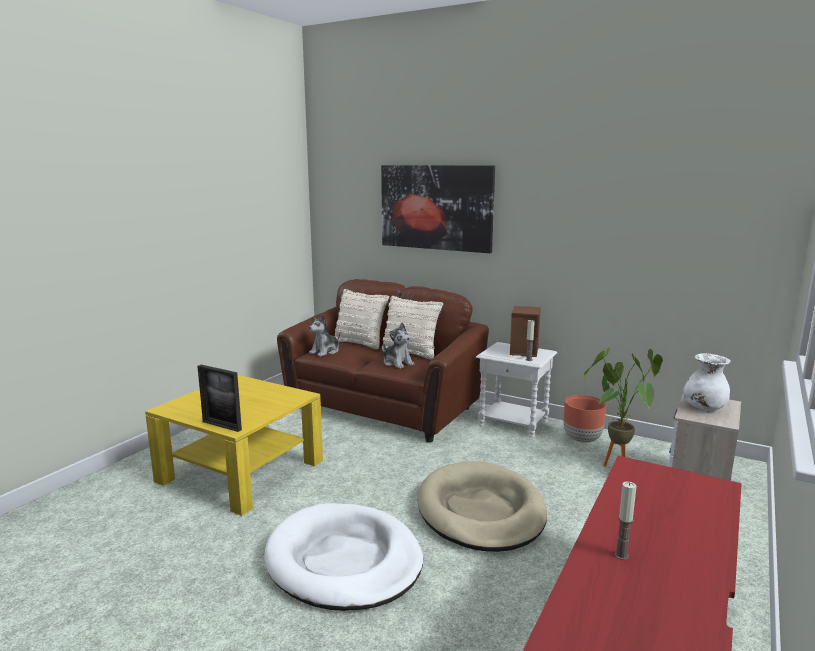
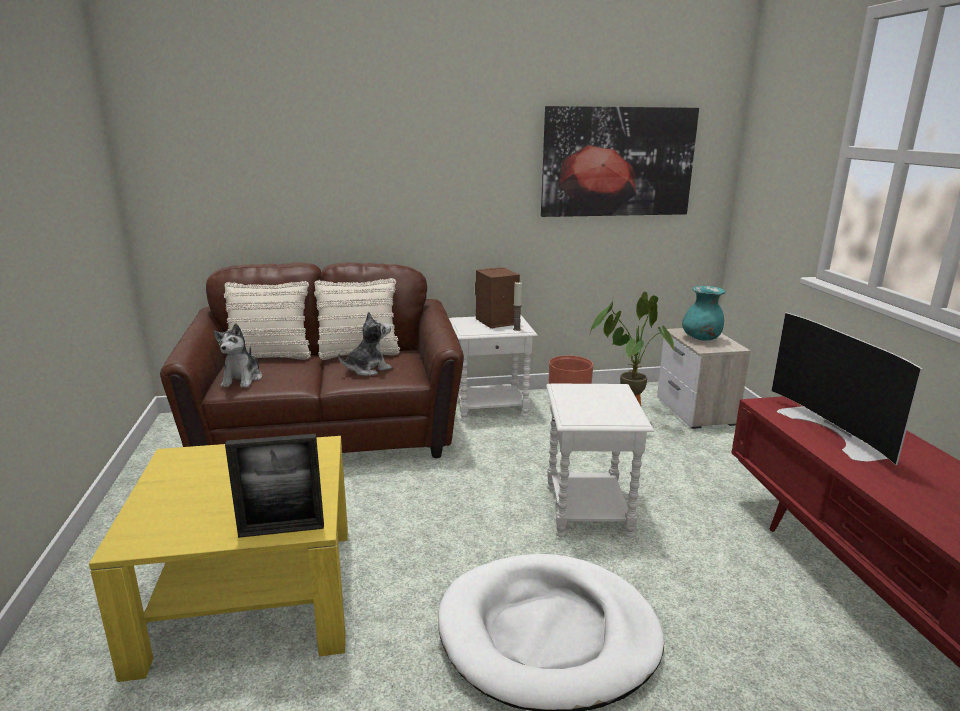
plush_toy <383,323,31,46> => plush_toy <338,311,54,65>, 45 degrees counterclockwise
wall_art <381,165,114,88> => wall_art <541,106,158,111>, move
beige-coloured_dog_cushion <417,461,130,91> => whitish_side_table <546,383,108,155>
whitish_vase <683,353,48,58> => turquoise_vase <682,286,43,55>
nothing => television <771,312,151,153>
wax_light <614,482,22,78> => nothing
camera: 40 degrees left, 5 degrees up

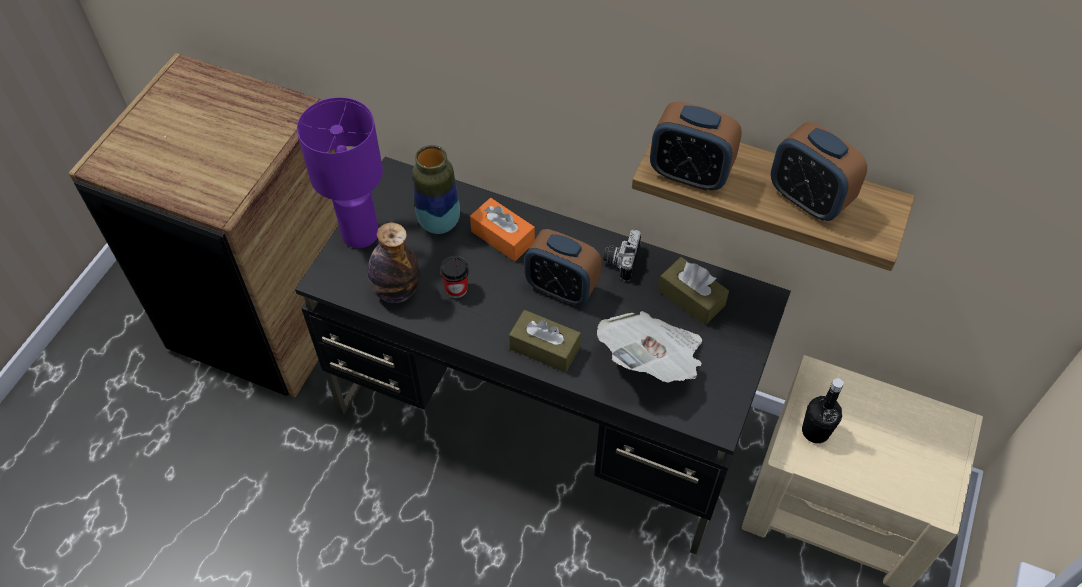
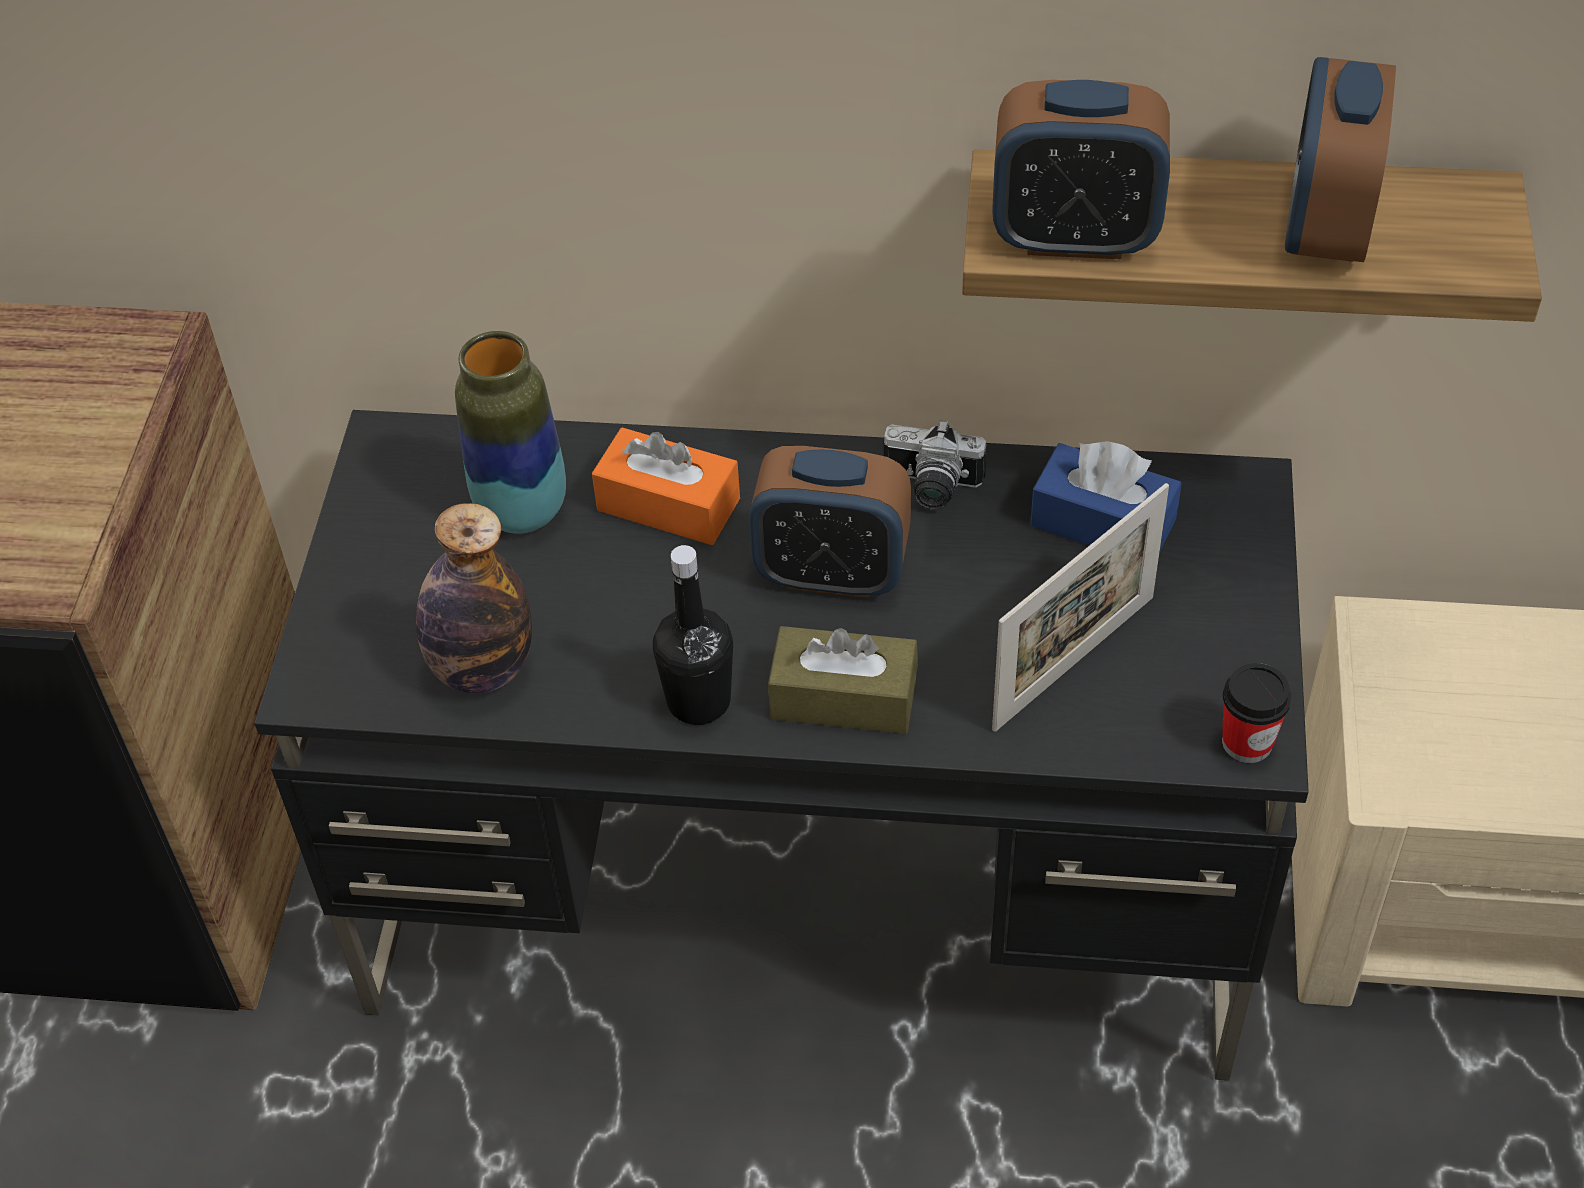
black-coloured_bottle <802,378,42,65> => black-coloured_bottle <653,545,80,180>, move
still_camera <603,229,38,52> => still_camera <884,420,103,90>, 75 degrees counterclockwise
printed_paper <597,311,105,72> => photo_frame <992,483,177,249>
brown_tissue_box <658,257,71,68> => blue-coloured_tissue_box <1030,441,152,110>
cup <440,256,29,42> => cup <1222,663,70,100>, move
alarm_clock <771,122,96,99> => alarm_clock <1285,57,111,205>, 75 degrees clockwise
purplish_table_lamp <297,97,86,151> => nothing
camera: 15 degrees left, 5 degrees down

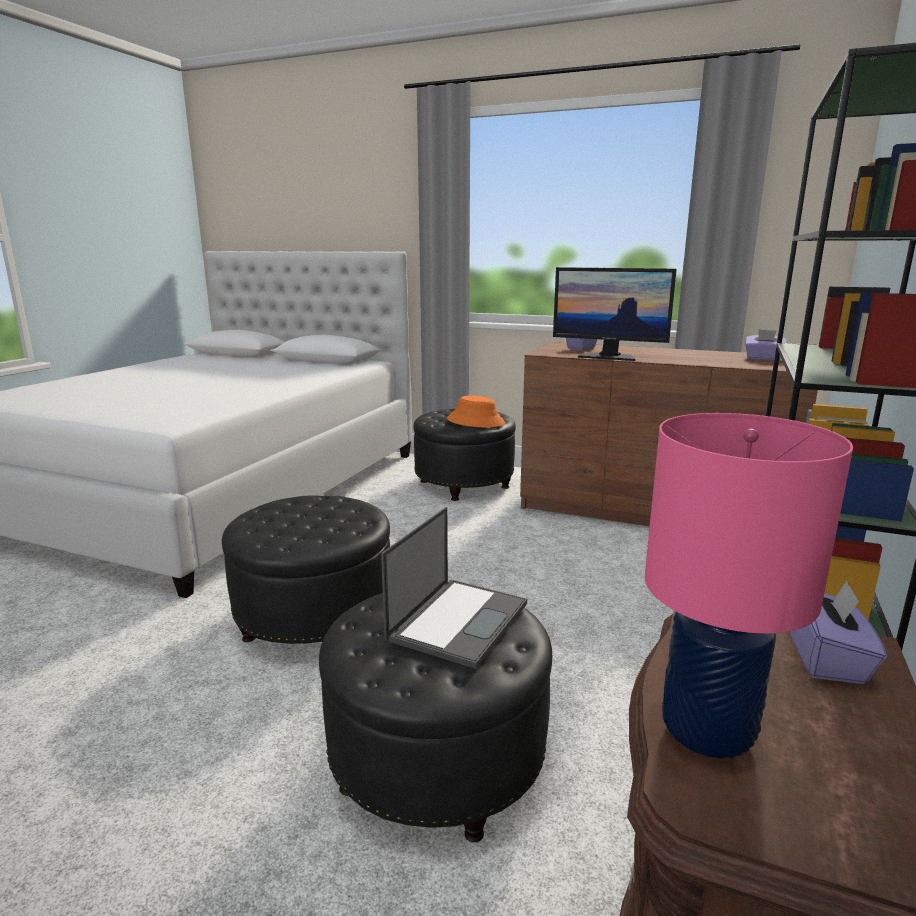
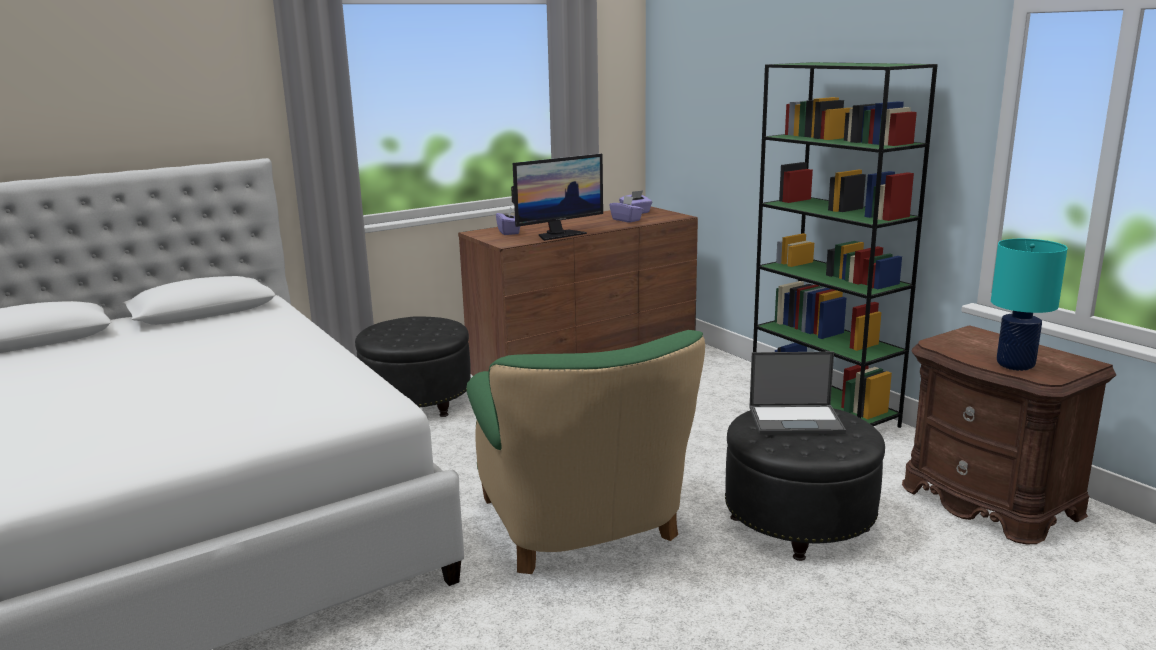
black-coloured_ottoman <222,496,168,148> => greenish_armchair <466,330,239,244>
purplish_tissue_box <789,581,98,103> => purplish_tissue_box <609,196,34,26>, move
laptop <381,507,146,162> => laptop <749,352,97,83>, 120 degrees clockwise
pinkish_table_lamp <645,413,208,346> => turquoise_table_lamp <991,239,77,132>
orangey_clothing_hat <447,395,58,32> => nothing
camera: 55 degrees left, 0 degrees up

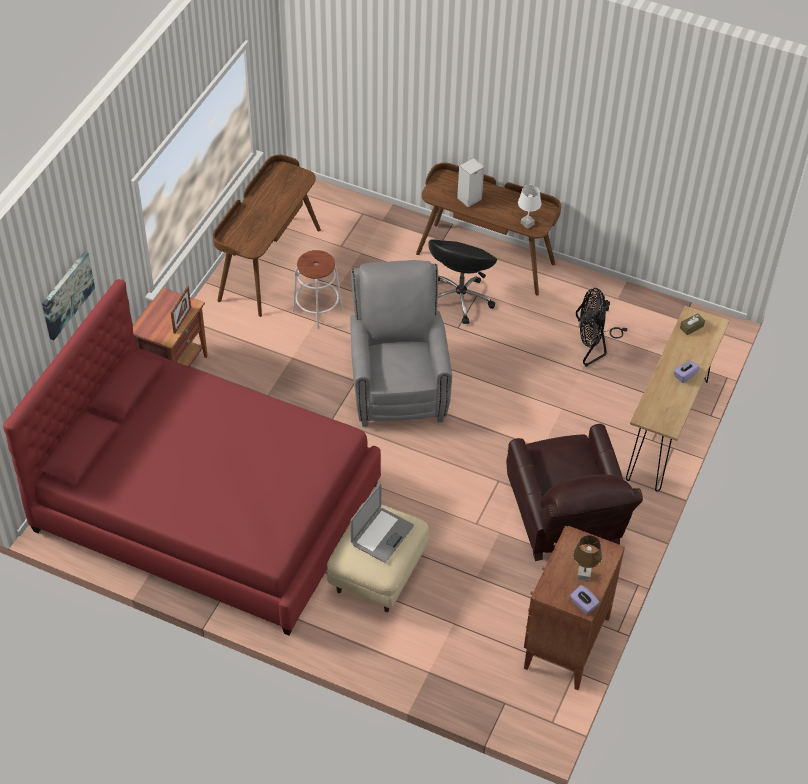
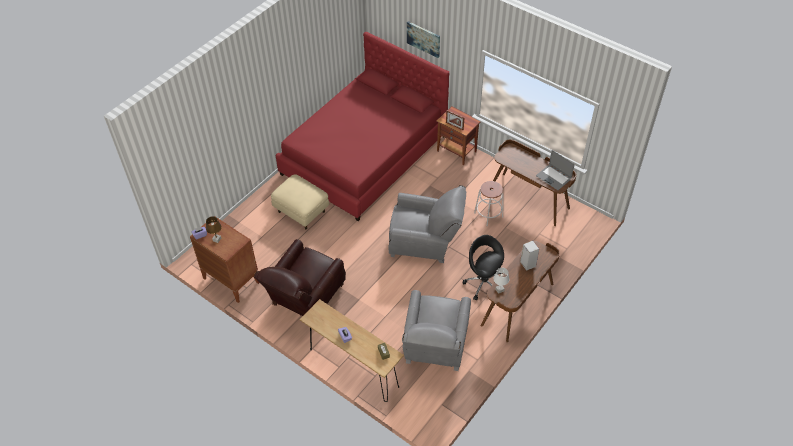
brown_armchair <506,424,137,137> => brown_armchair <254,239,92,77>, 60 degrees counterclockwise
black-coloured_fan <576,288,52,79> => grey_armchair <402,290,69,81>
laptop <350,484,64,78> => laptop <536,150,38,40>, move
camera: 105 degrees right, 0 degrees up

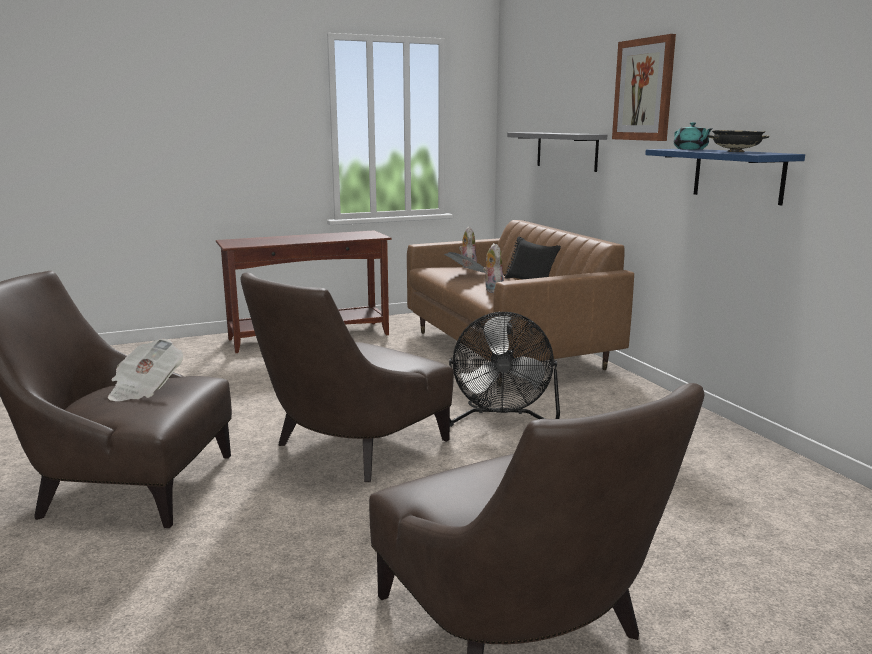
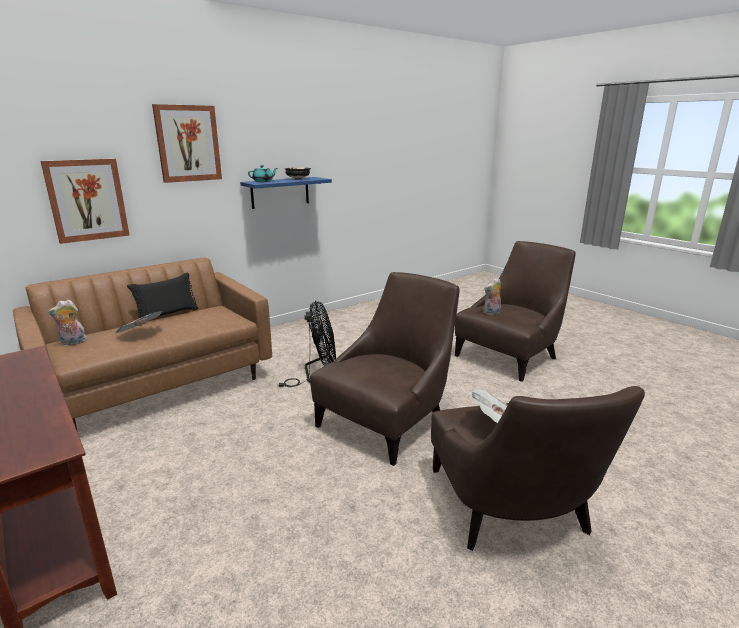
grey_bracket_shelf <507,132,100,40> => wall_art <40,159,89,85>
brown_armchair <240,272,214,210> => brown_armchair <310,272,149,194>, 75 degrees counterclockwise
plush_toy <483,243,21,50> => plush_toy <484,277,17,38>, move
camera: 105 degrees left, 5 degrees up

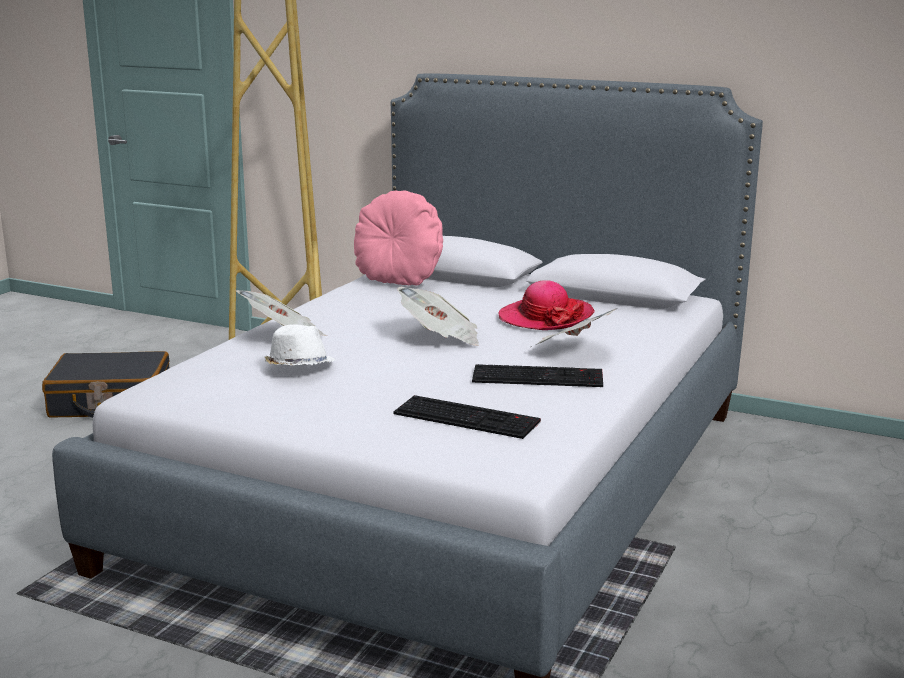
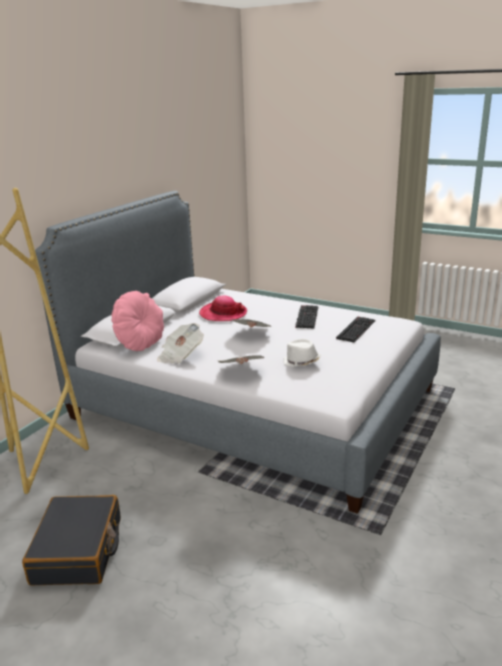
printed_paper <531,308,86,39> => printed_paper <157,323,47,41>, move
camera: 85 degrees left, 5 degrees up

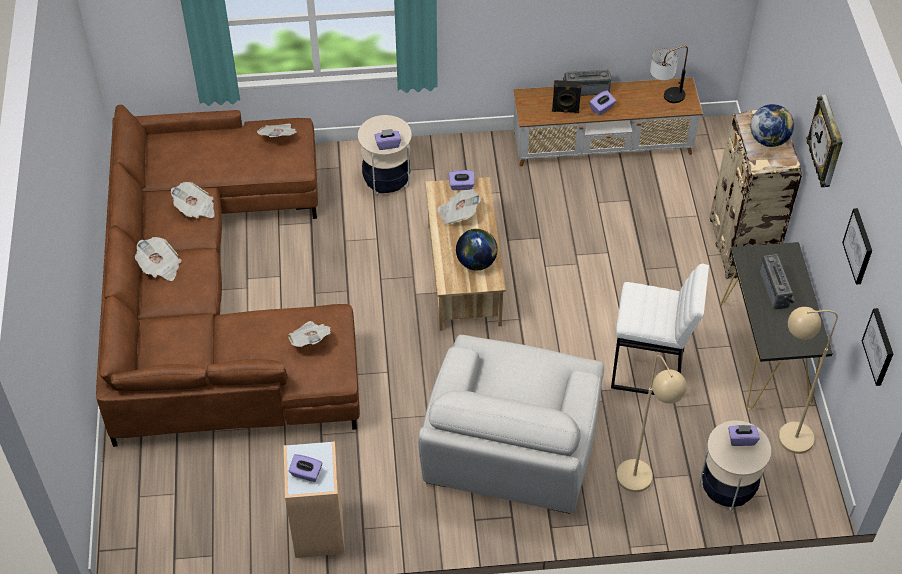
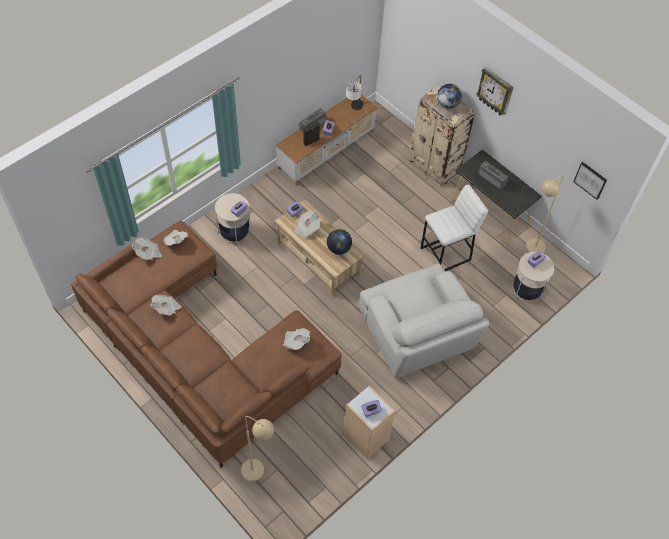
printed_paper <135,237,47,44> => printed_paper <132,237,30,23>, move
beige-coloured_standard_lamp <616,355,71,137> => beige-coloured_standard_lamp <241,416,33,66>, move
wall_art <842,208,30,77> => nothing
camera: 40 degrees left, 5 degrees up

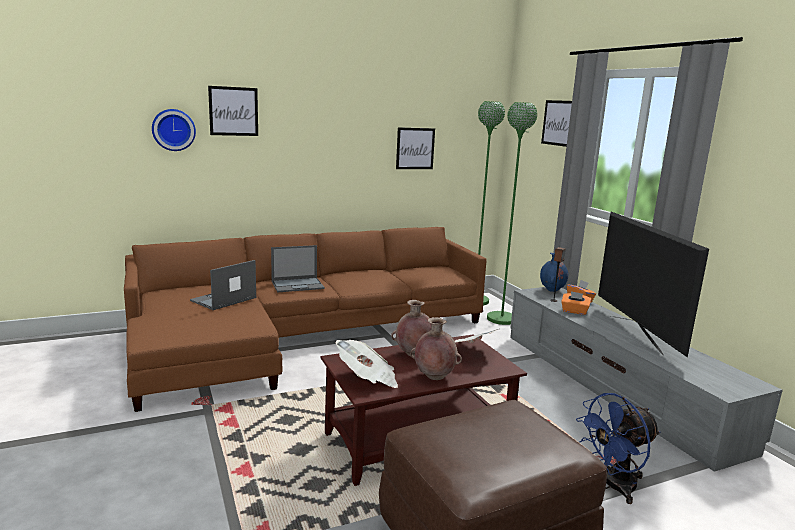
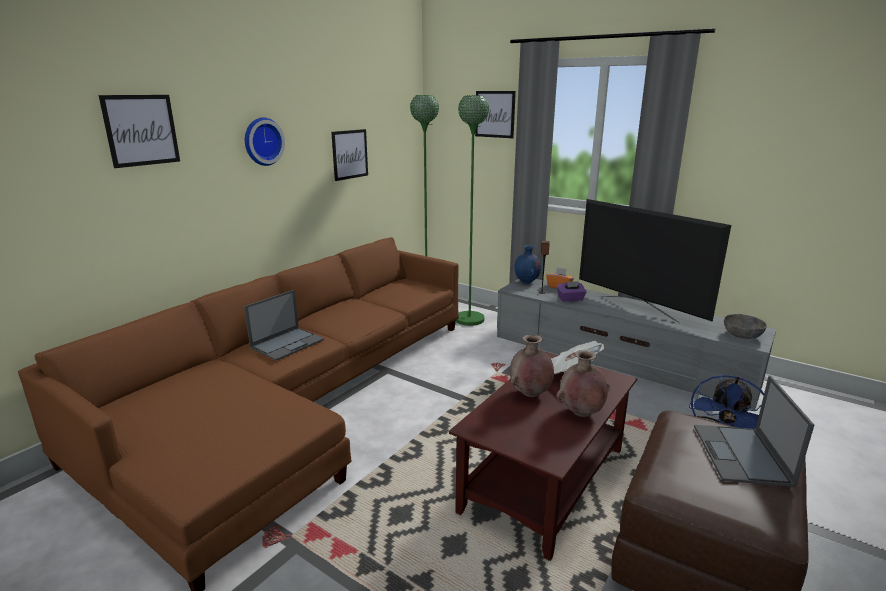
hanging_clock <152,109,44,42> => hanging_clock <245,117,40,49>, move
orangey_tissue_box <561,291,30,24> => purplish_tissue_box <557,281,30,21>
laptop <190,260,66,50> => laptop <694,376,120,111>, move
nothing => grey_bowl <724,314,43,25>
printed_paper <336,340,62,48> => nothing
camera: 30 degrees left, 5 degrees up

